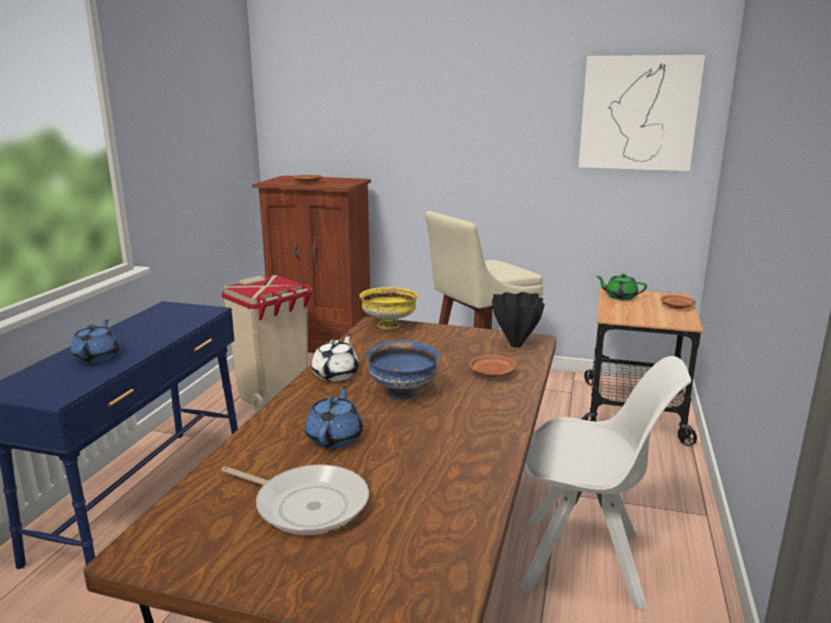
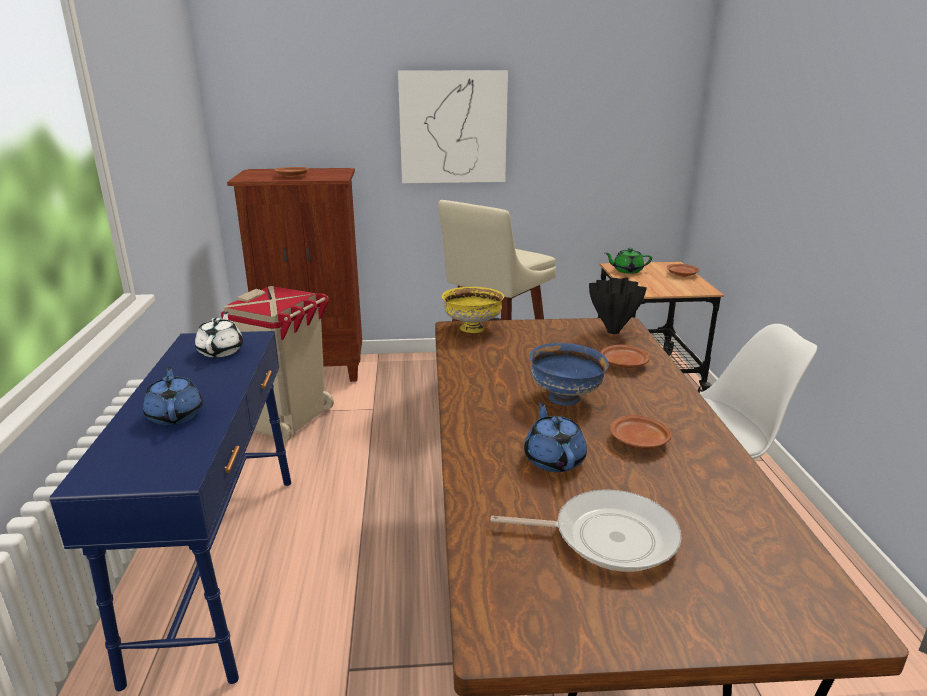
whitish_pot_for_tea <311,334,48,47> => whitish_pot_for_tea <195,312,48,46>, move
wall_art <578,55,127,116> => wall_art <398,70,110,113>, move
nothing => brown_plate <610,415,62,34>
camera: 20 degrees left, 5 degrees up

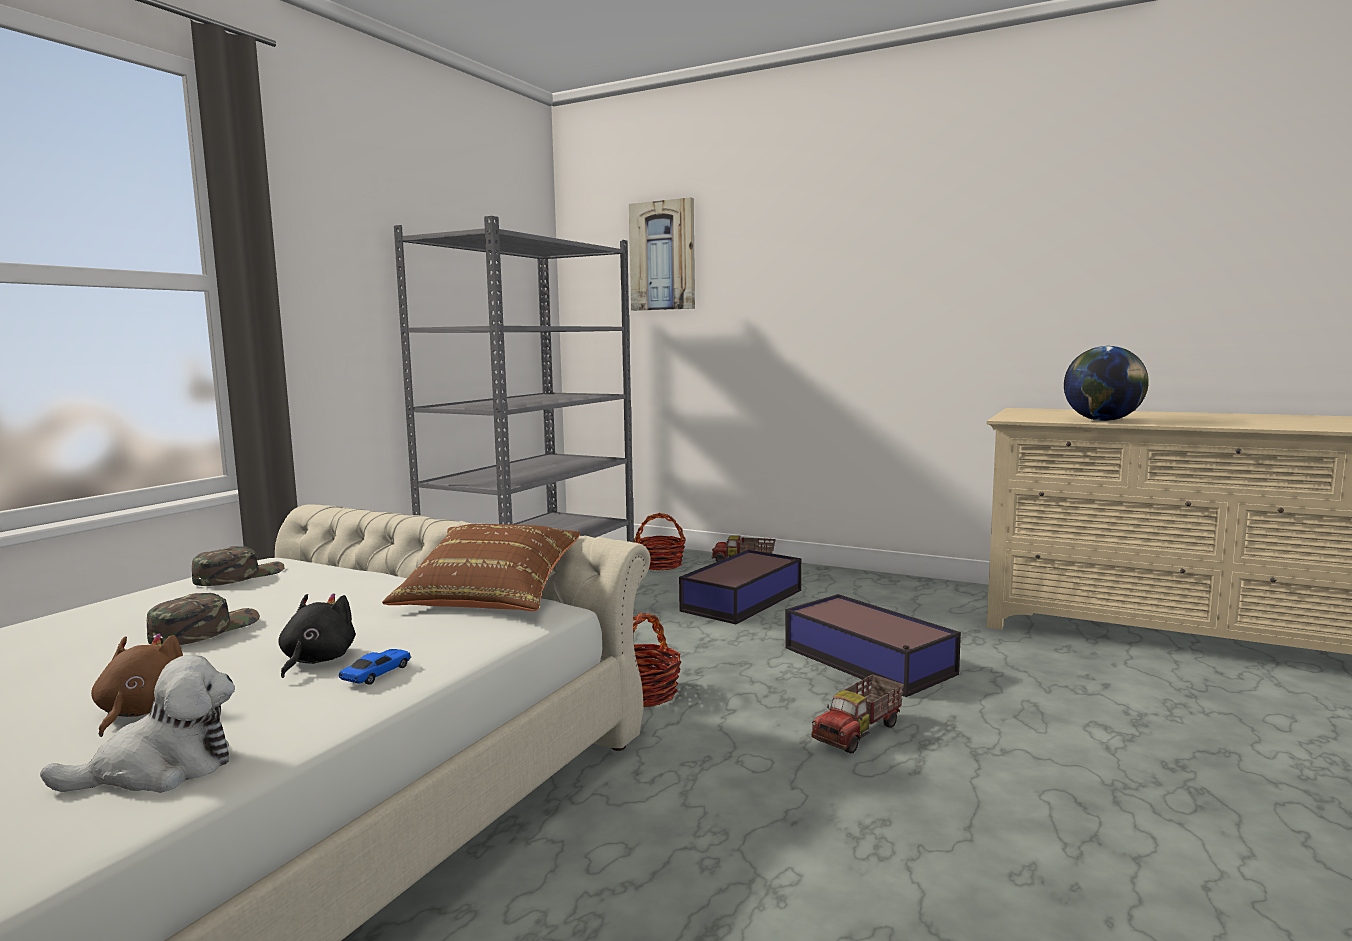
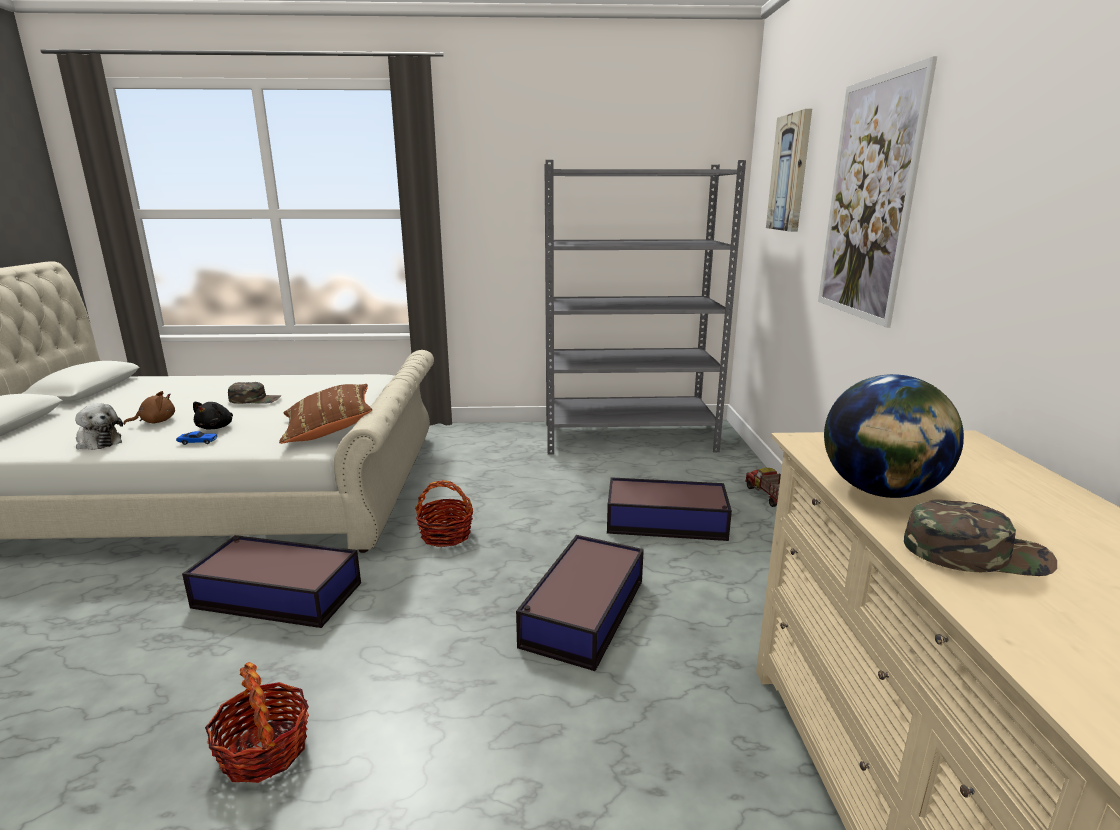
nothing => storage_container <182,535,179,93>
black-coloured_plush_toy <278,593,78,85> => black-coloured_plush_toy <193,402,40,27>, 120 degrees clockwise
basket <633,513,53,58> => basket <205,662,104,121>, move
nothing => wall_art <818,56,119,272>
greenish_baseball_cap <192,546,92,40> => greenish_baseball_cap <904,500,153,76>, move
toy_truck <811,674,93,80> => nothing
camera: 60 degrees right, 10 degrees up

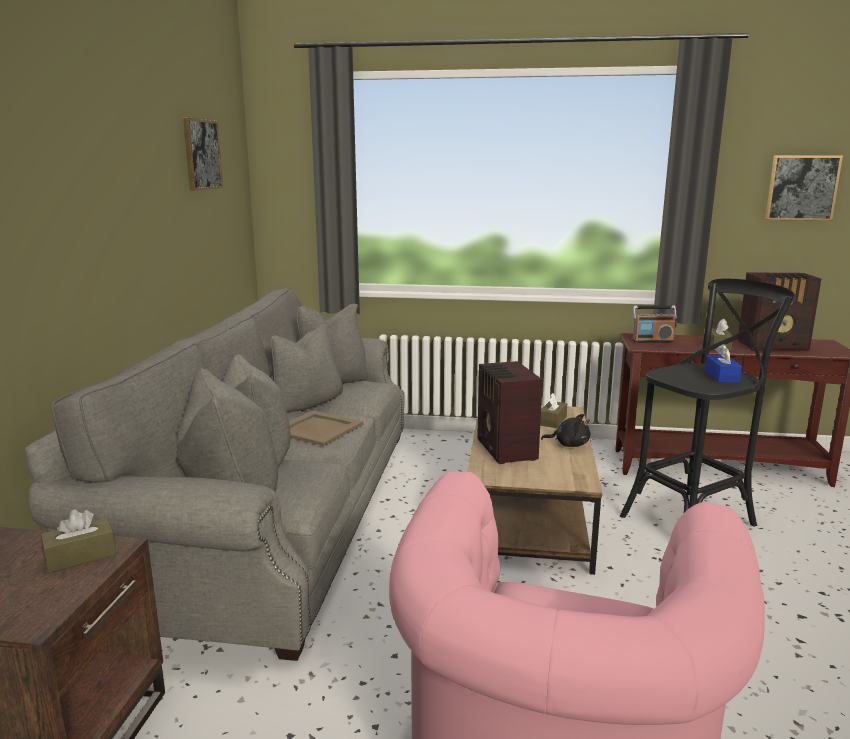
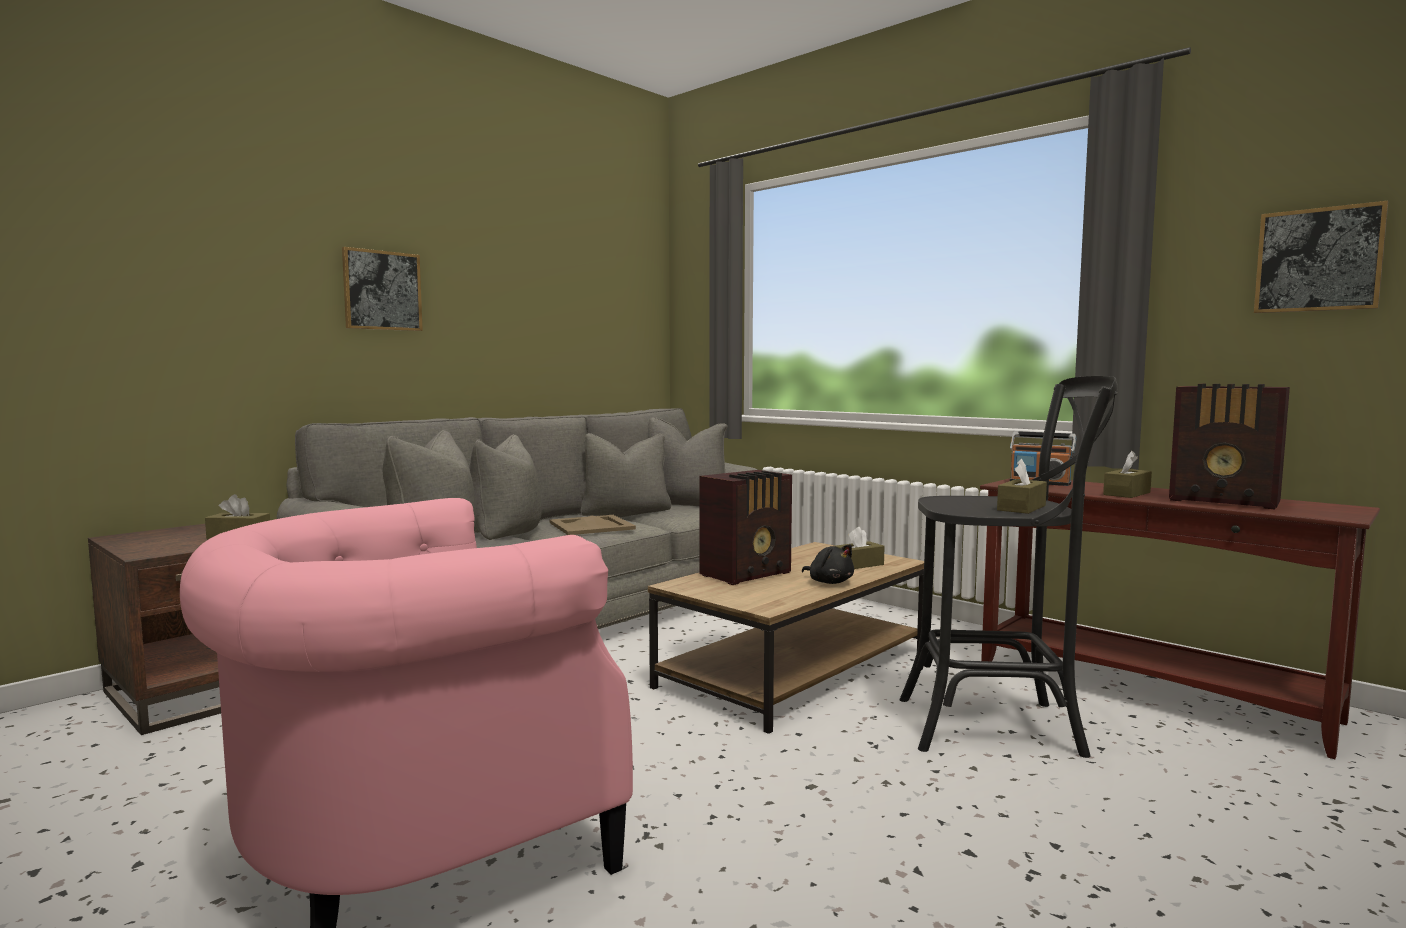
wall_art <183,117,40,73> => wall_art <342,247,81,84>, move
radio_set <477,361,66,103> => radio_set <699,470,93,115>, 150 degrees counterclockwise
blue-coloured_tissue_box <705,344,37,39> => brown_tissue_box <997,459,50,55>
camera: 35 degrees right, 10 degrees down

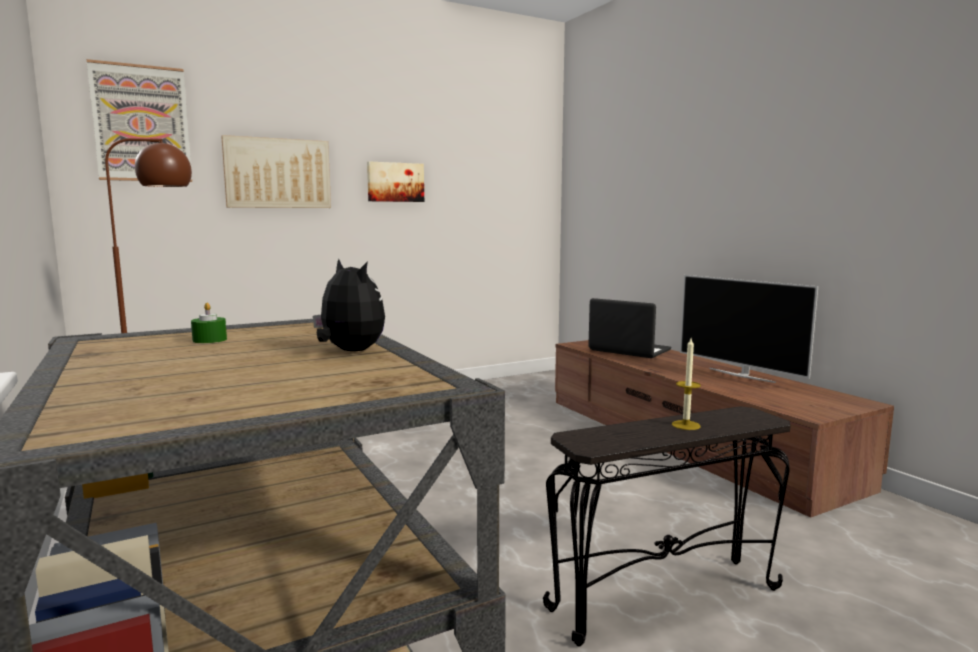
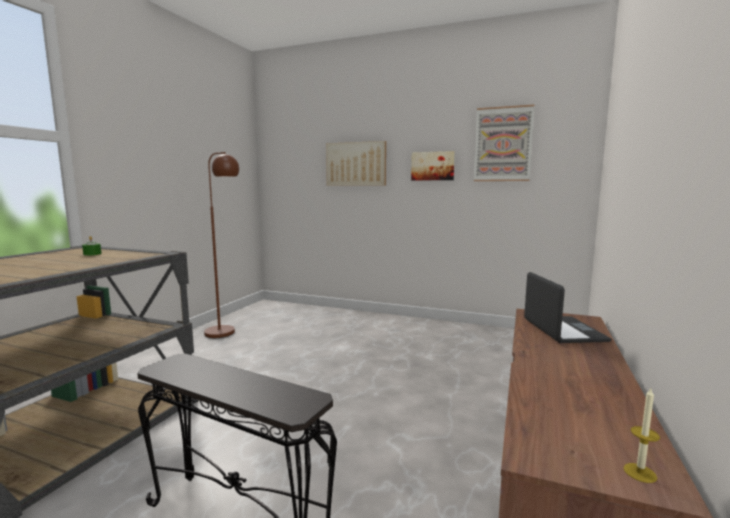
wall_art <87,59,105,123> => wall_art <474,105,61,76>, move
wax_light <672,338,29,92> => wax_light <623,388,37,95>, move
plush_toy <313,259,72,92> => nothing
television <680,275,138,108> => nothing
camera: 50 degrees right, 0 degrees up

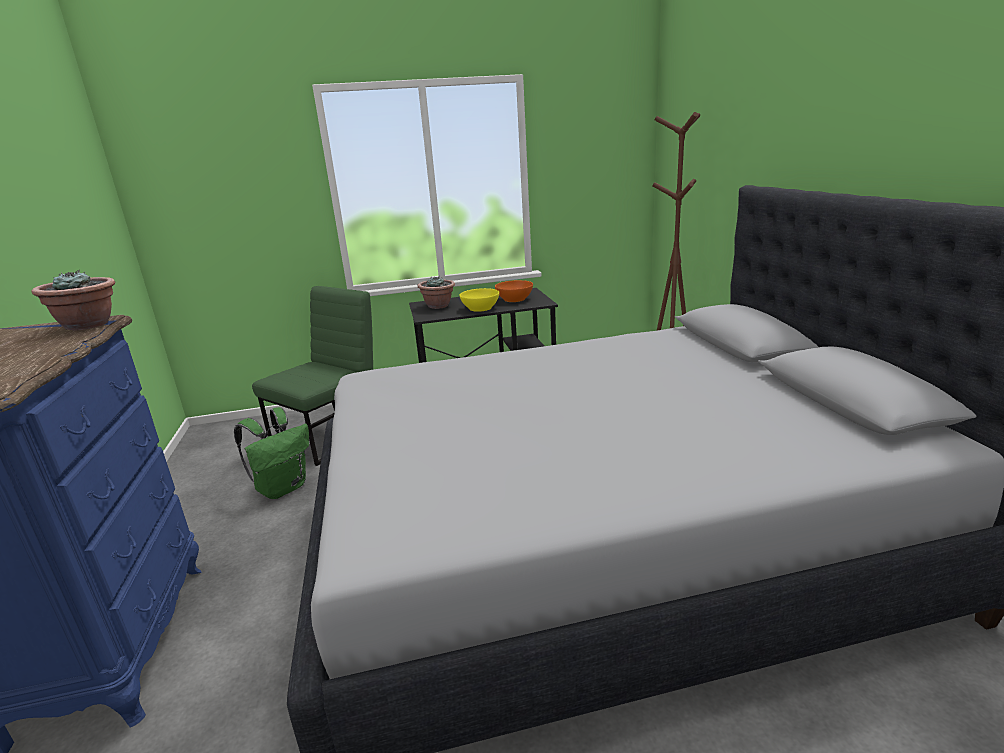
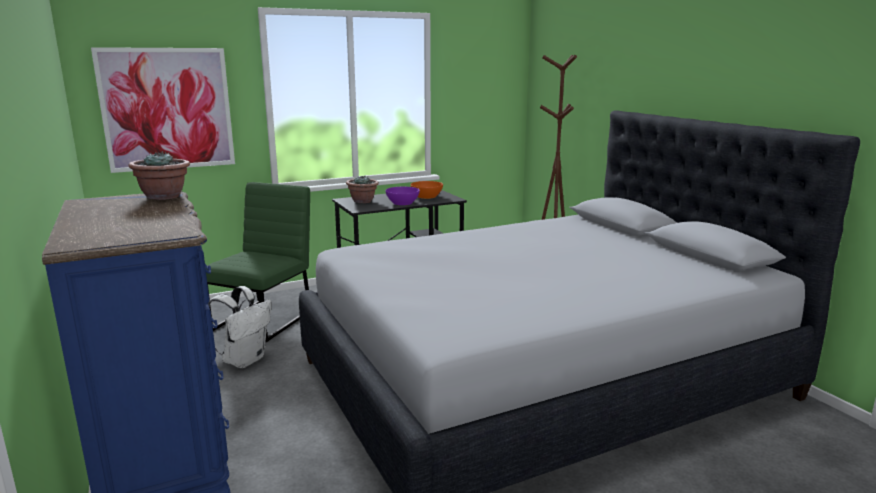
nothing => wall_art <91,47,144,126>
greenish_backpack <234,407,75,92> => whitish_backpack <208,286,63,82>
yellowish_bowl <459,288,40,24> => purplish_bowl <386,187,34,18>
camera: 15 degrees left, 5 degrees down

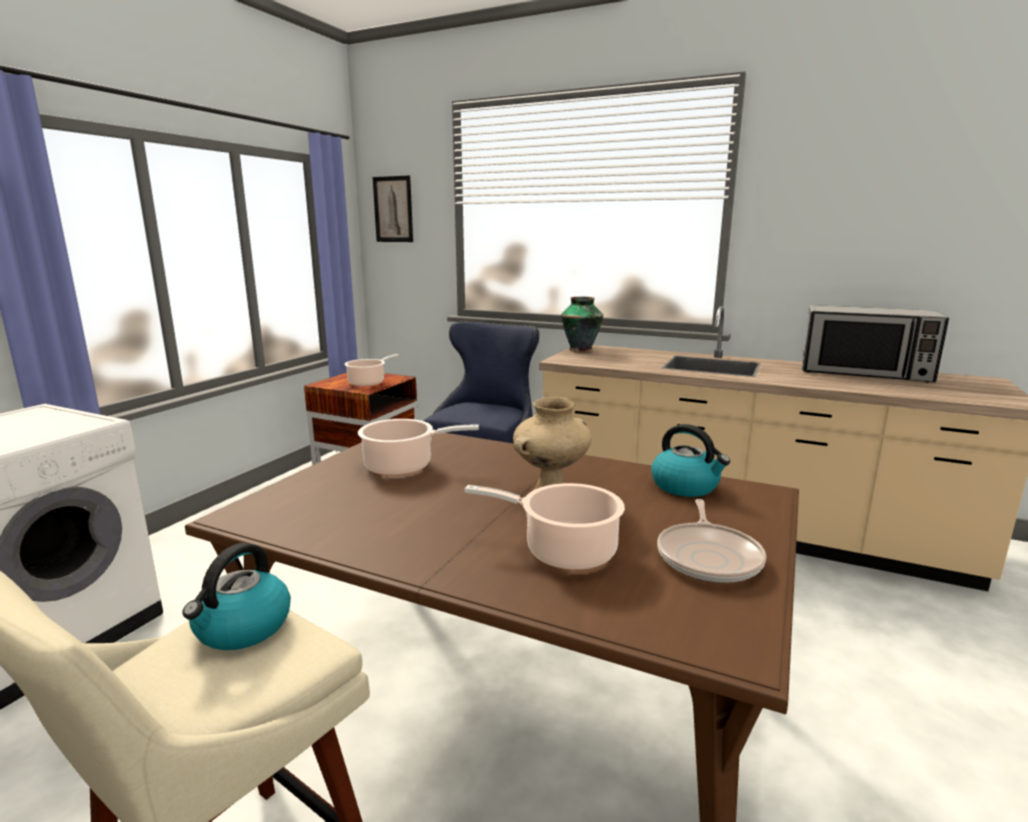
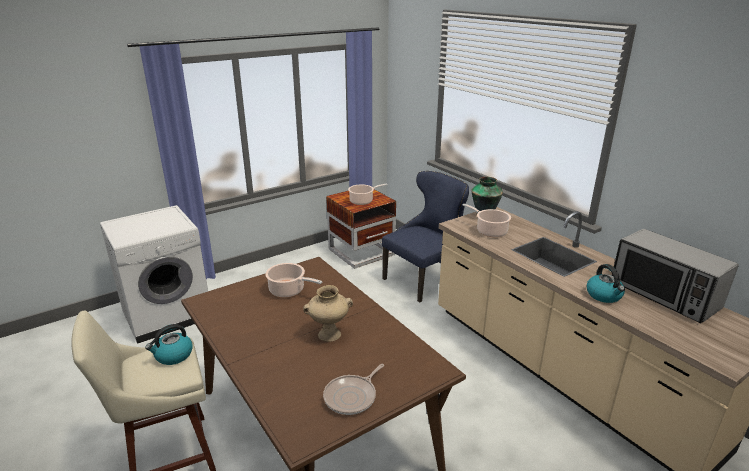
stockpot <464,483,161,87> => stockpot <462,204,49,33>, move
tea_kettle <651,424,79,73> => tea_kettle <587,264,38,39>, move
wall_art <373,175,40,67> => nothing
camera: 30 degrees right, 10 degrees up

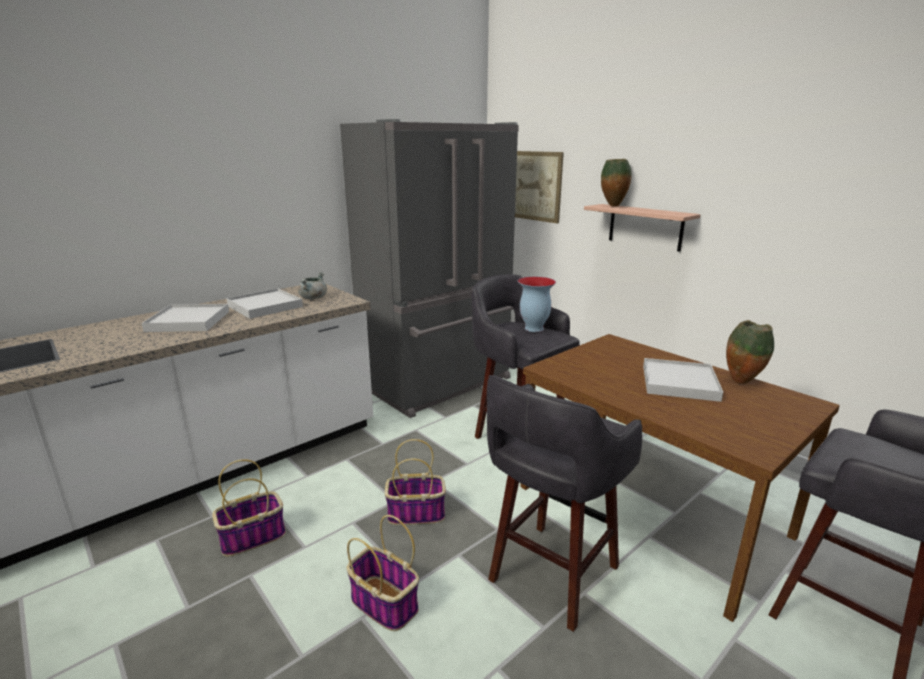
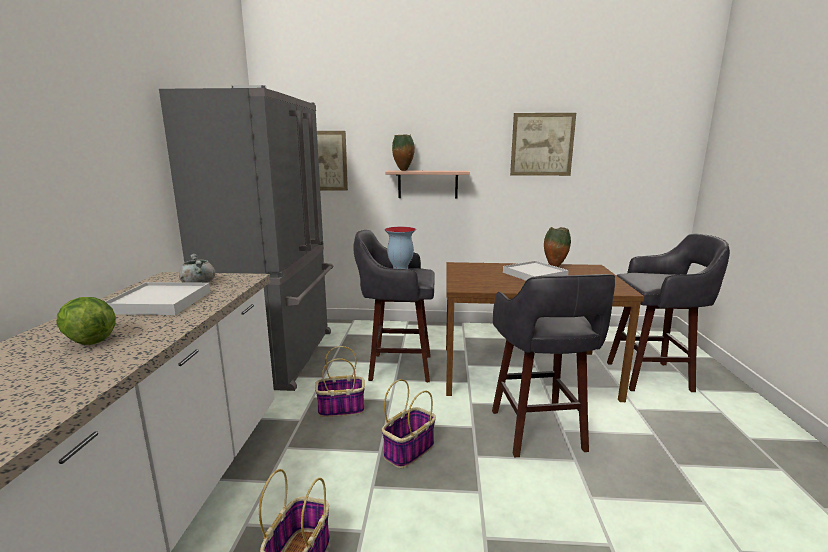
whitish_serving_tray <142,304,87,28> => lettuce <56,297,60,48>
basket <347,515,72,116> => basket <315,346,50,71>, move
nothing => wall_art <510,113,66,63>
camera: 45 degrees left, 5 degrees down

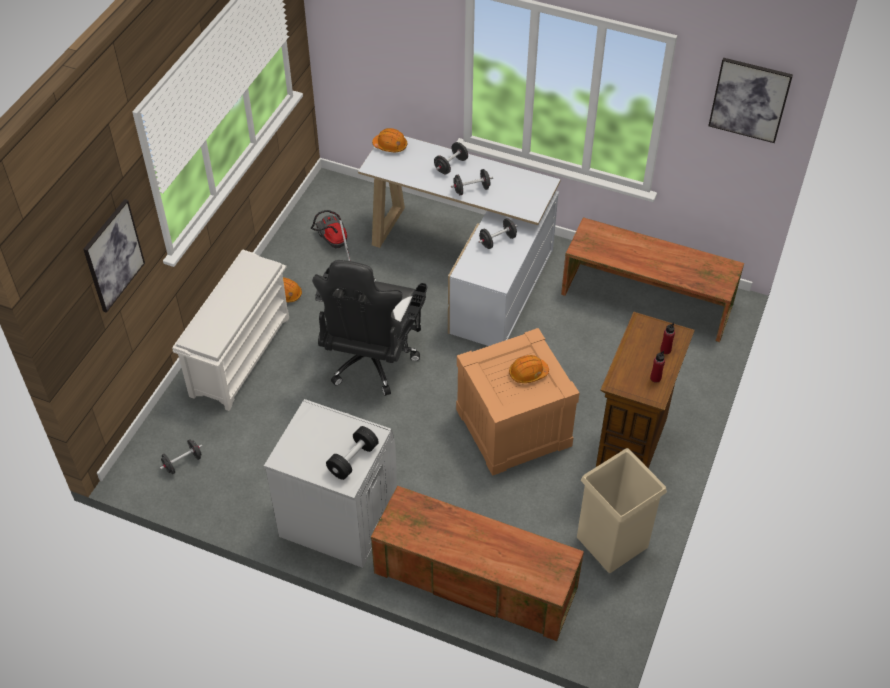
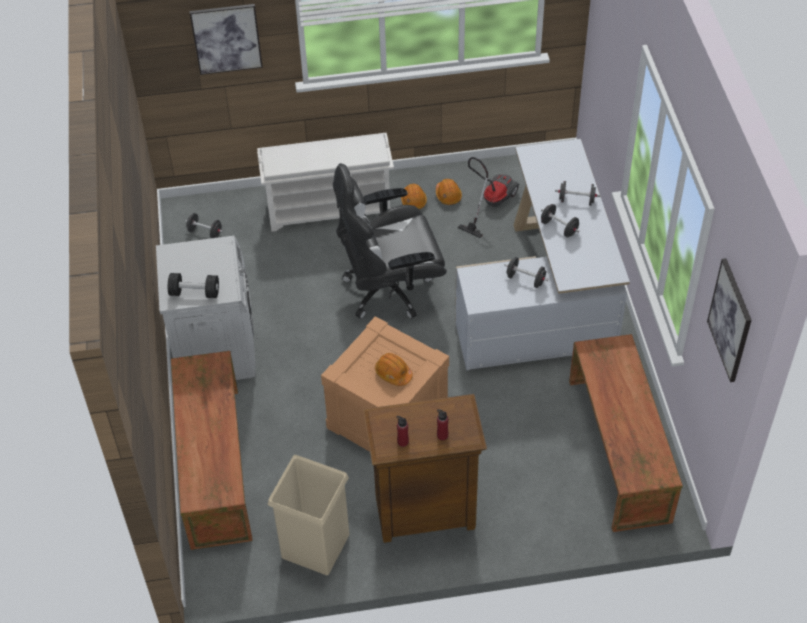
orangey_hard_hat <372,128,35,24> => orangey_hard_hat <436,179,26,26>, move
camera: 60 degrees right, 0 degrees up

